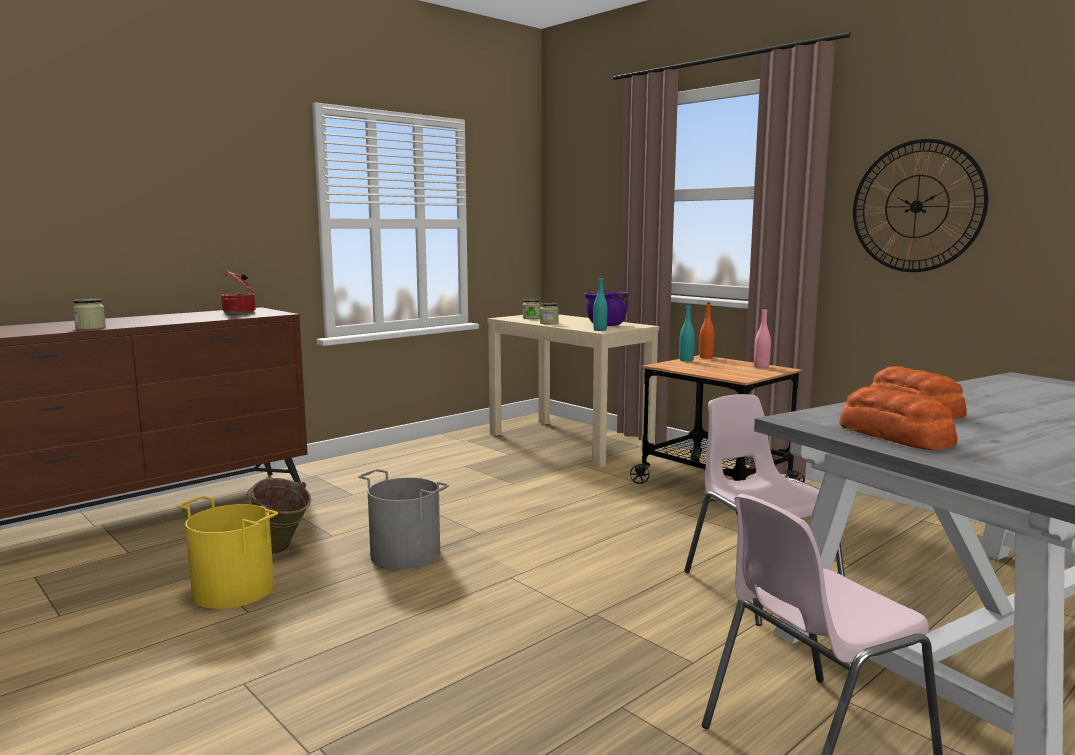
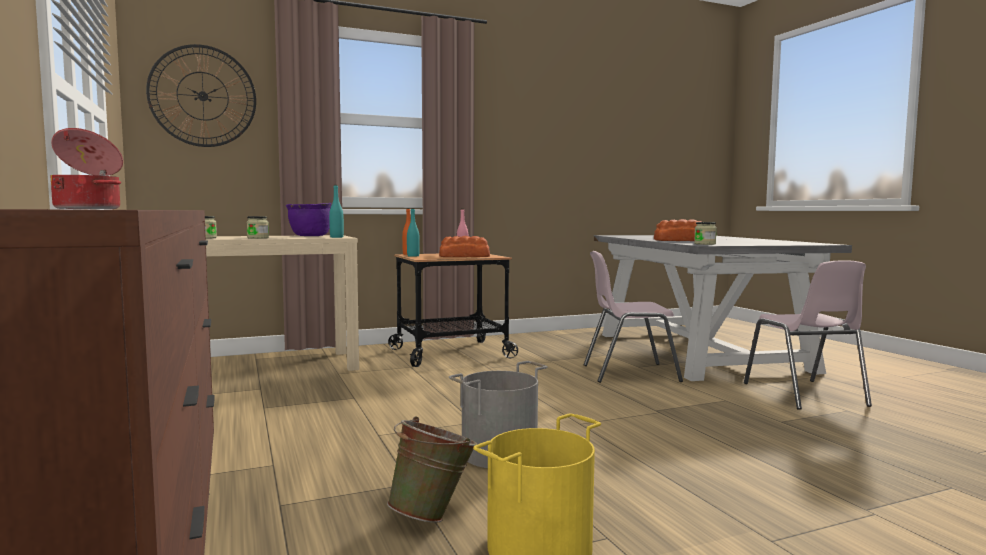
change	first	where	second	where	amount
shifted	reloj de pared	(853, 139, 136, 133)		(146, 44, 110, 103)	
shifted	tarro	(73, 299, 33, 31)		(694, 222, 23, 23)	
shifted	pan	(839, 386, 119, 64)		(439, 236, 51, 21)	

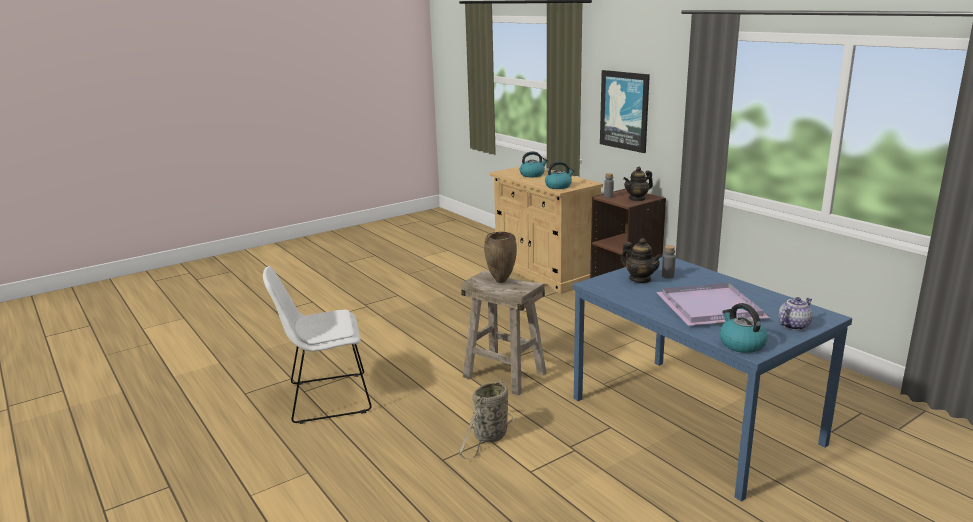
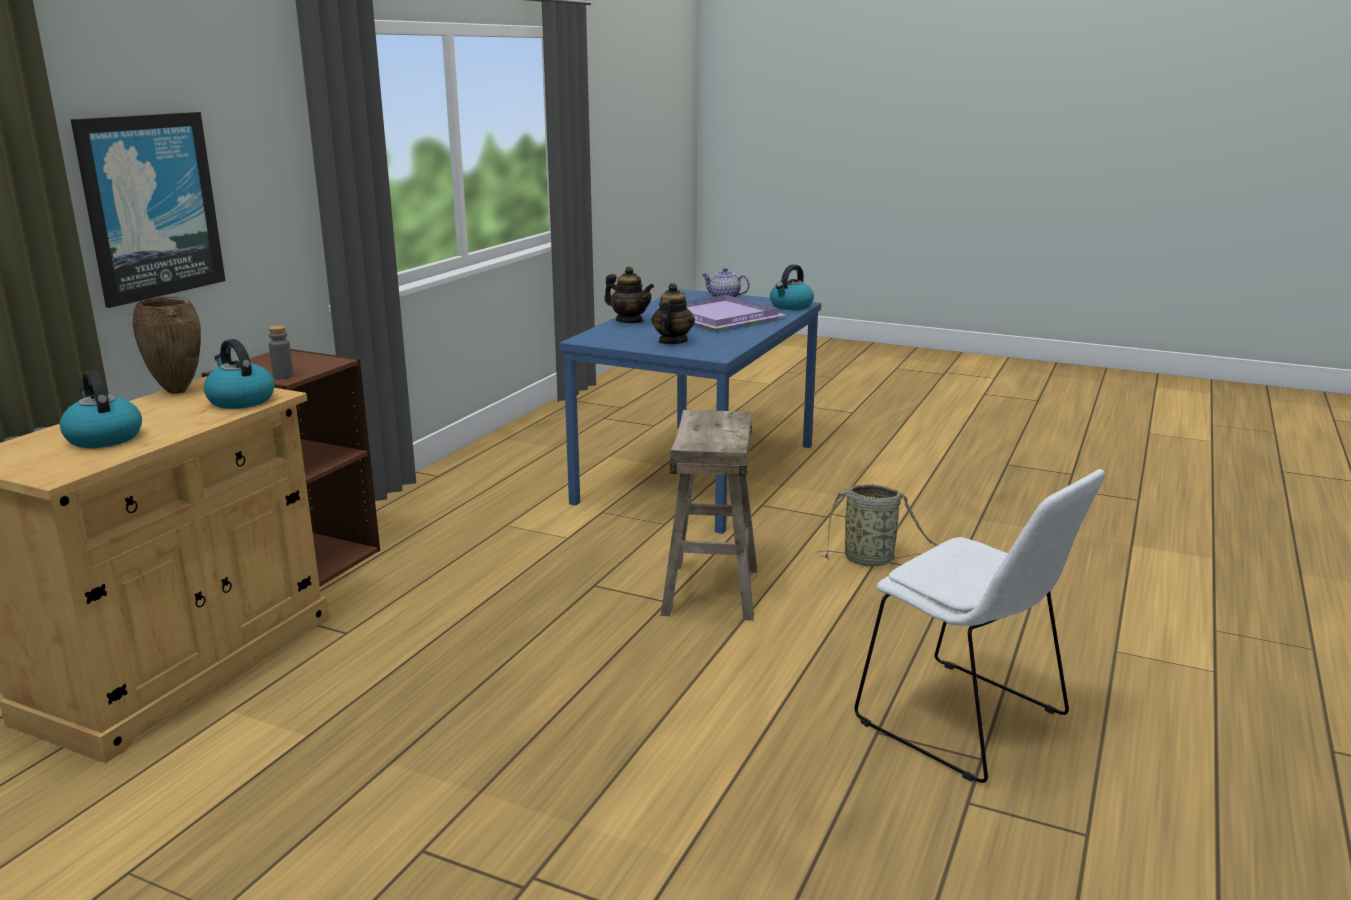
change	first	where	second	where	amount
shifted	tetera	(623, 167, 30, 34)		(604, 266, 50, 57)	
shifted	florero [marrón]	(484, 232, 33, 51)		(132, 297, 69, 97)	
gone	botella [gris]	(662, 245, 14, 34)			

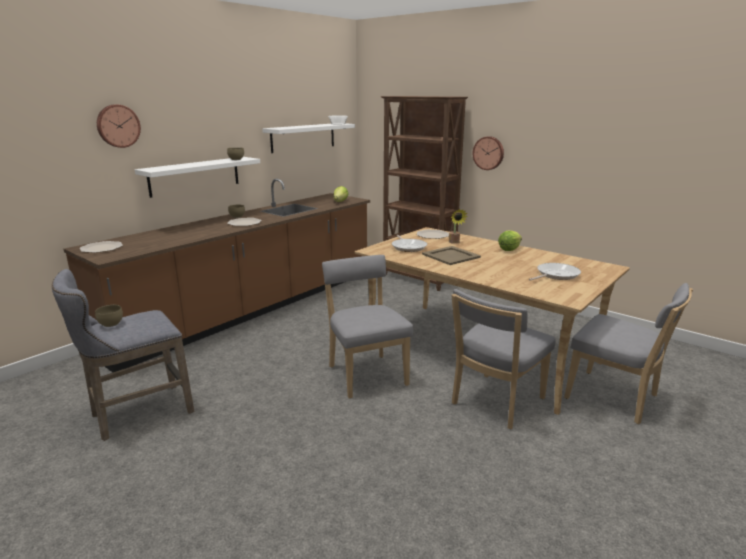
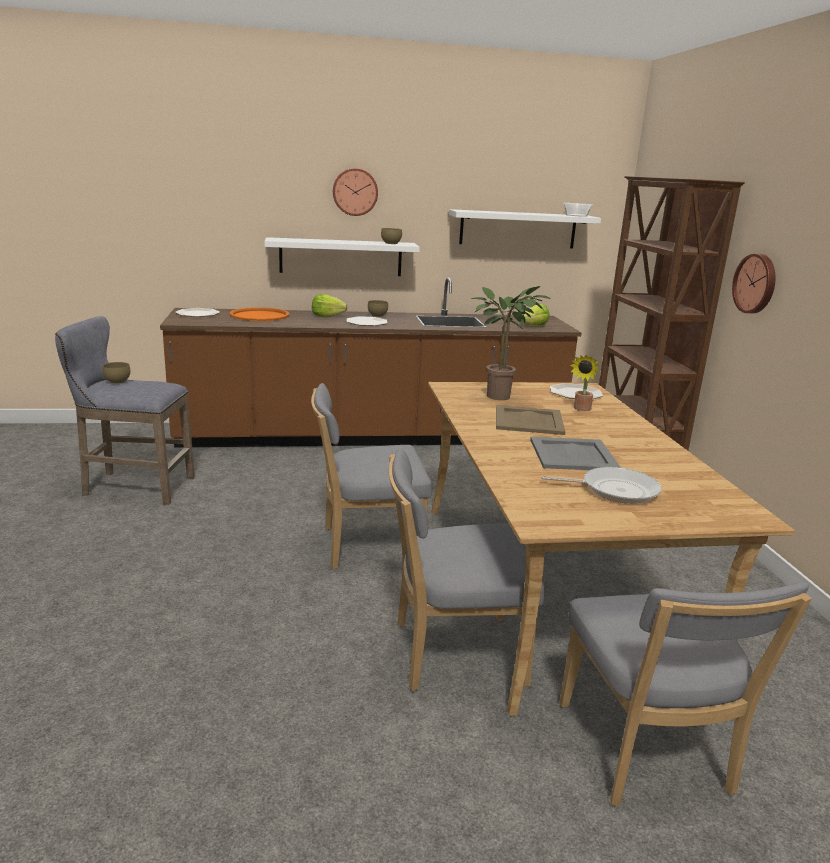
change	first	where	second	where	amount
shifted	reloj de pared	(97, 104, 44, 44)		(333, 168, 45, 48)	
shifted	lechuga	(498, 231, 24, 20)		(312, 294, 36, 23)	
swapped	sartén	(392, 235, 35, 17)	planta en maceta	(471, 286, 80, 114)	
rotated	silla [gris]	(322, 255, 91, 144)		(311, 383, 121, 186)	120 degrees counterclockwise
new			bandeja [naranja]	(230, 307, 59, 14)	
new			bandeja [gris]	(530, 437, 91, 33)	

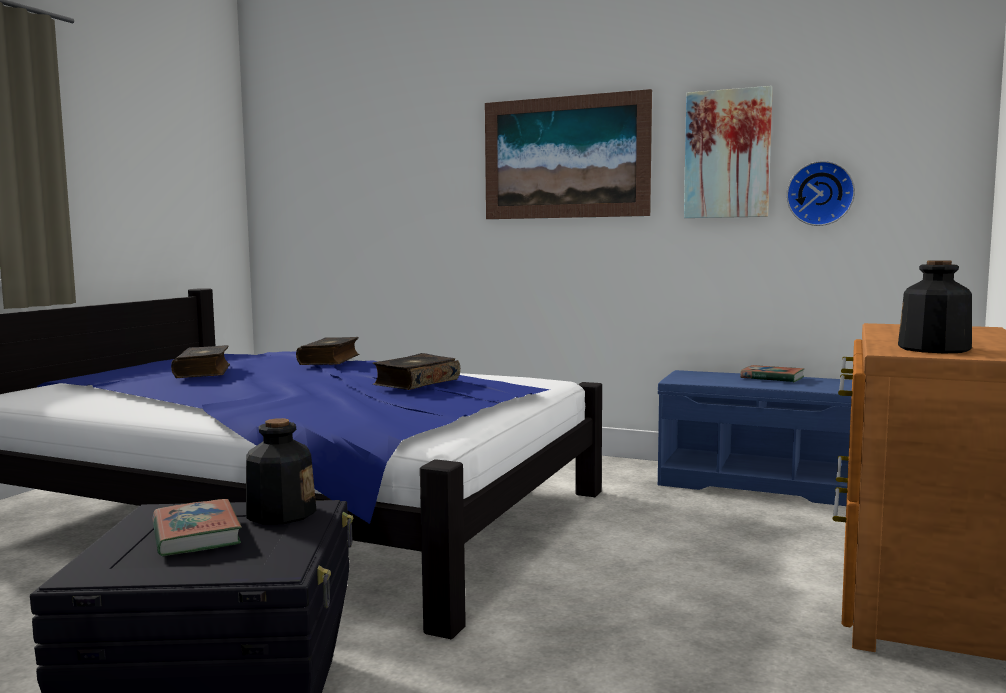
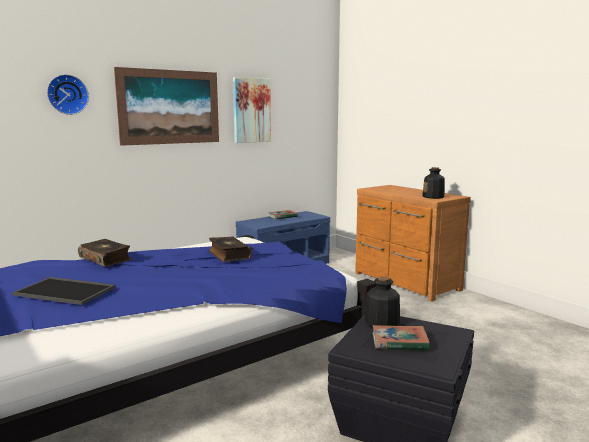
change	first	where	second	where	amount
shifted	reloj de pared	(786, 161, 69, 65)		(47, 74, 42, 41)	
swapped	libro	(171, 345, 59, 33)	bandeja	(12, 277, 104, 28)	

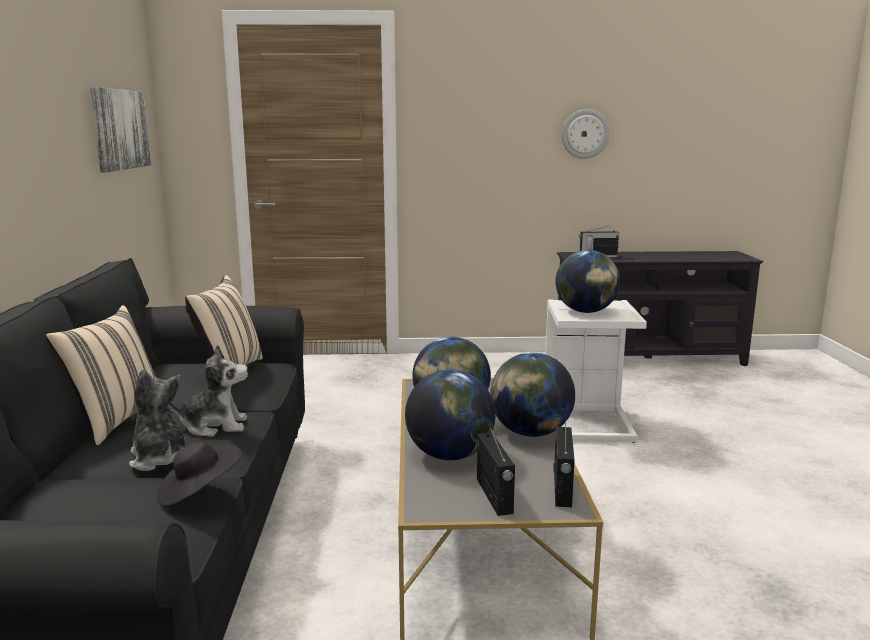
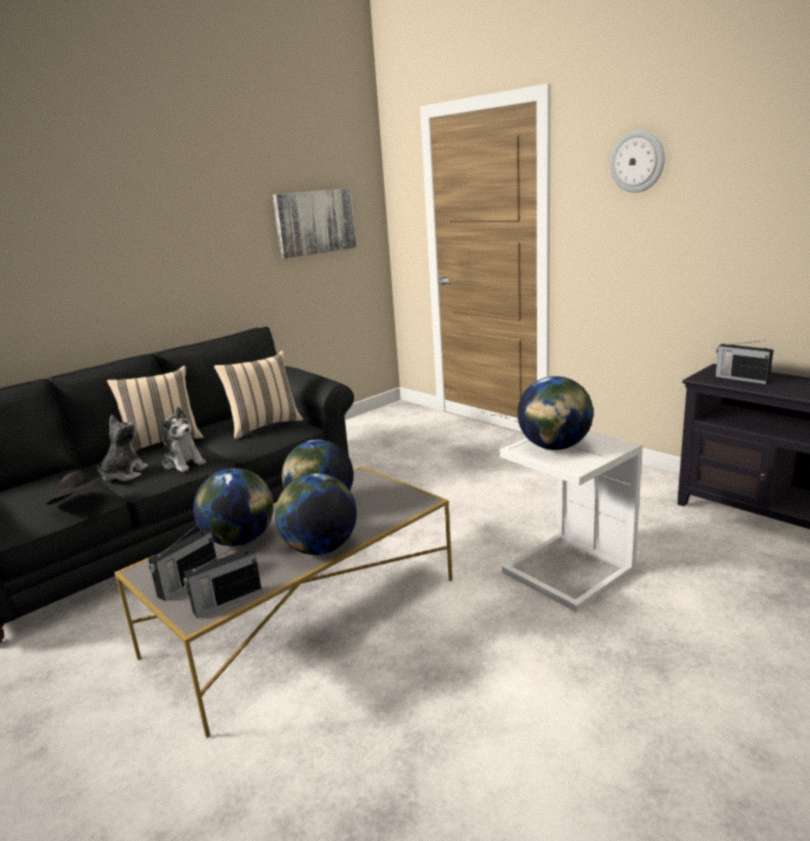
change	first	where	second	where	amount
shifted	reloj de pared	(562, 109, 48, 50)		(610, 130, 55, 63)	

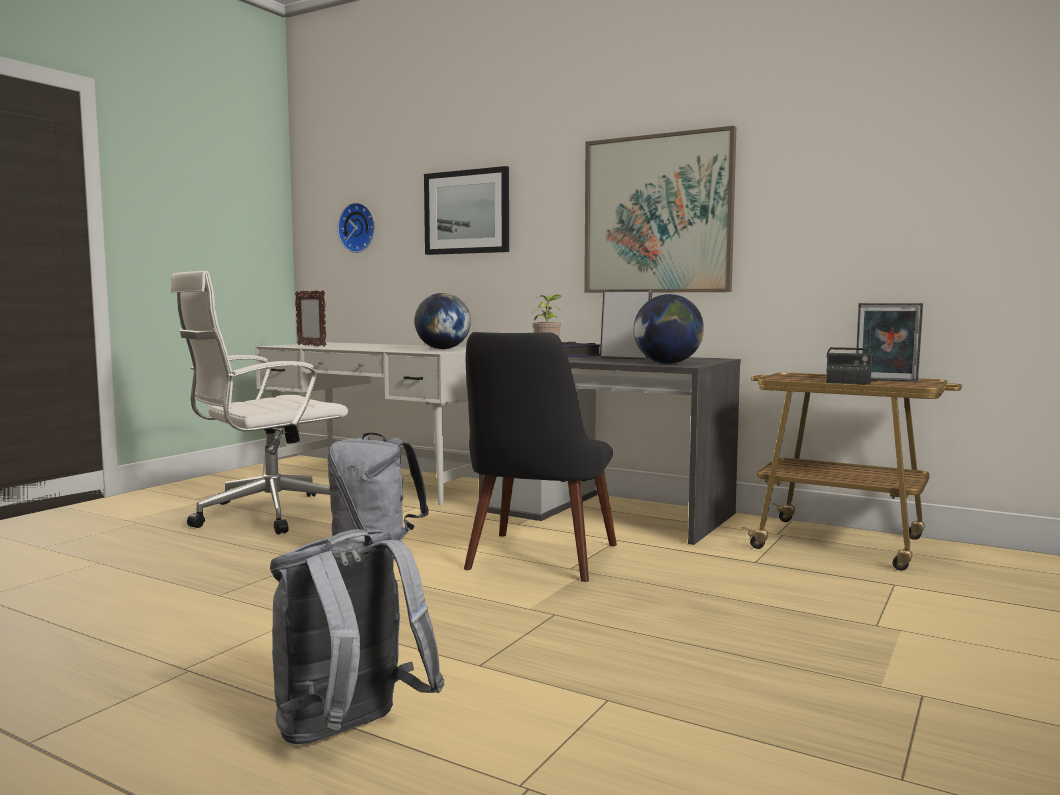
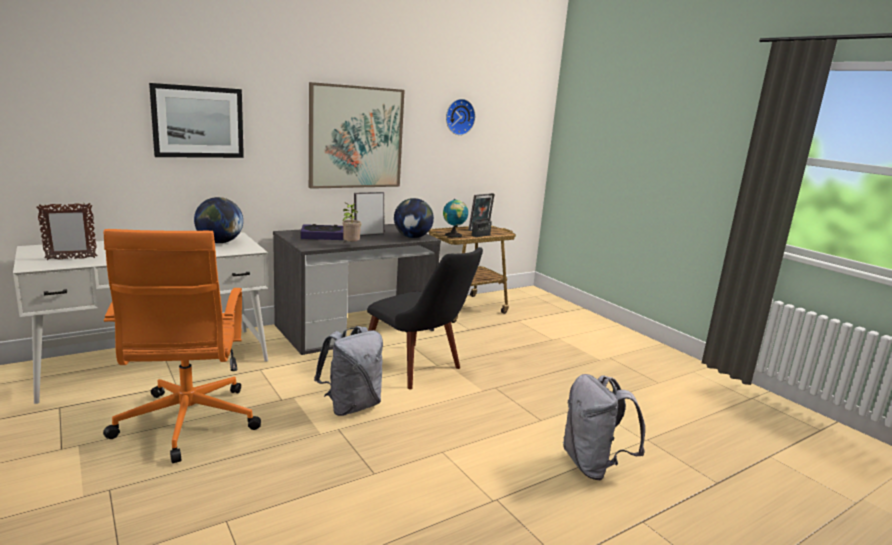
change	first	where	second	where	amount
shifted	reloj de pared	(338, 203, 37, 50)		(446, 99, 29, 36)	
repainted	silla de oficina [blanco]	(171, 271, 177, 263)	silla de oficina [naranja]	(103, 229, 158, 234)	
new			globo terráqueo	(443, 199, 25, 39)	

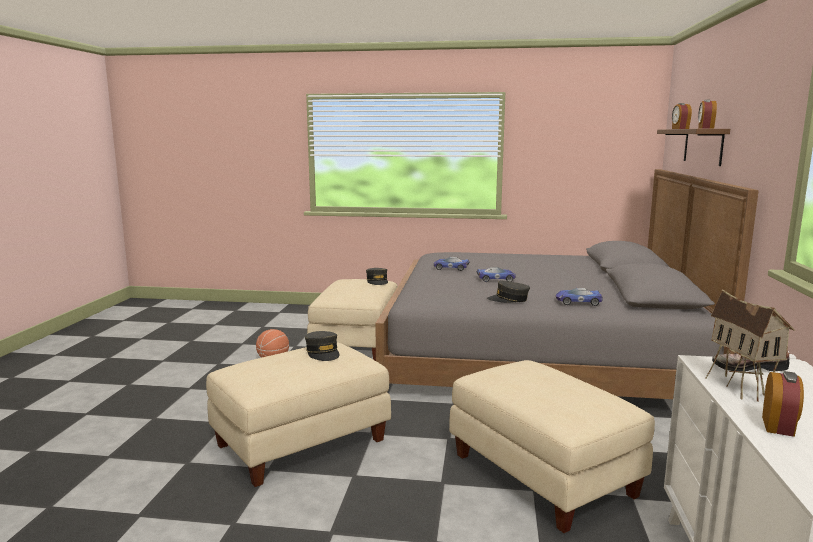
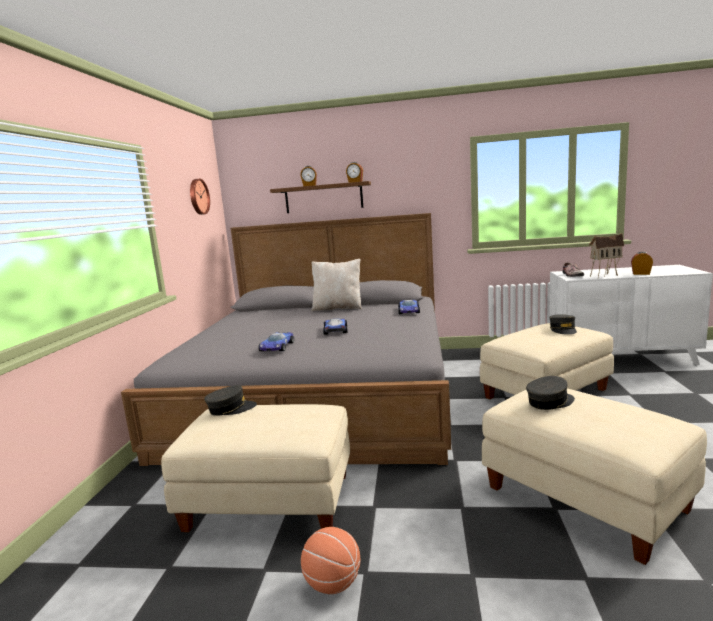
change	first	where	second	where	amount
shifted	gorra [gris]	(487, 281, 43, 22)		(549, 314, 28, 21)	
new			reloj de pared	(190, 179, 20, 36)	
new			cojín [beis]	(311, 259, 51, 52)	

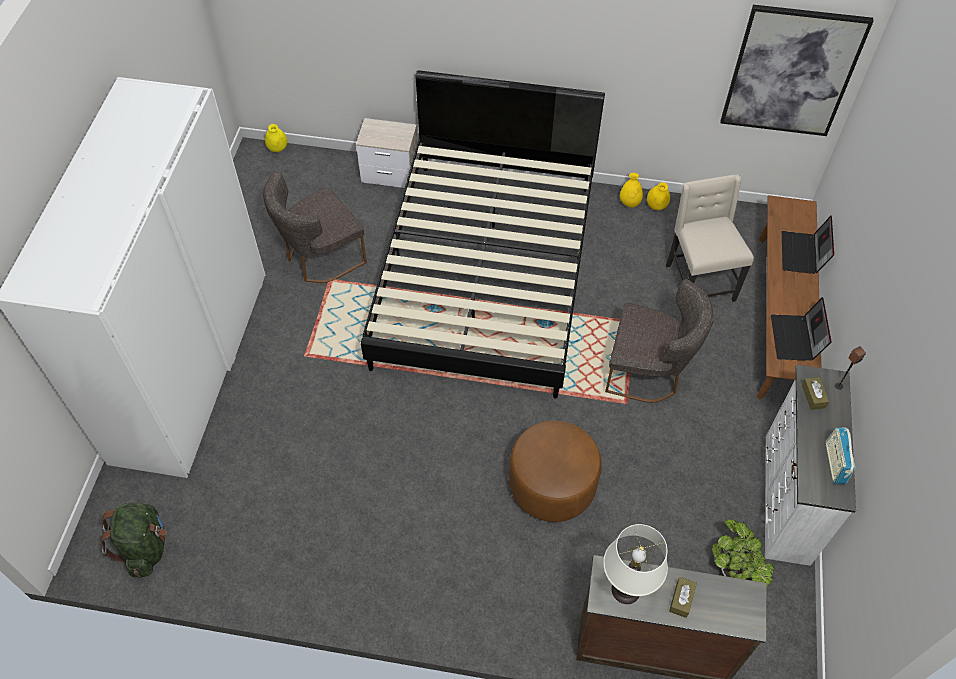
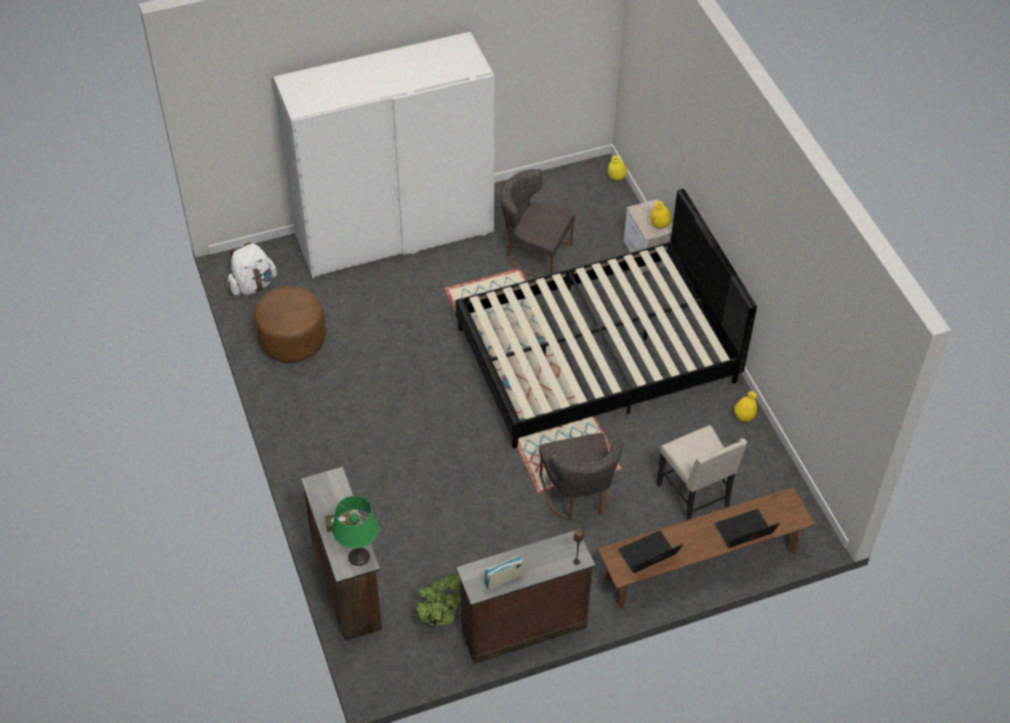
change	first	where	second	where	amount
gone	cuadro	(720, 5, 153, 131)			
rotated	silla [beis]	(666, 174, 88, 128)		(657, 425, 90, 96)	105 degrees clockwise
shifted	florero [amarillo]	(647, 182, 23, 28)		(650, 201, 22, 27)	
repainted	cómoda [blanco]	(765, 365, 91, 201)	cómoda [marrón]	(456, 530, 139, 134)	
gone	caja de pañuelos [marrón]	(802, 377, 27, 33)			
shifted	puf [marrón]	(509, 421, 93, 101)		(254, 286, 72, 76)	
repainted	mochila [verde]	(101, 503, 66, 75)	mochila [blanco]	(227, 242, 50, 54)	
gone	lámpara de mesa [blanco]	(603, 524, 65, 80)			
new			lámpara de mesa [verde]	(332, 496, 47, 70)	

